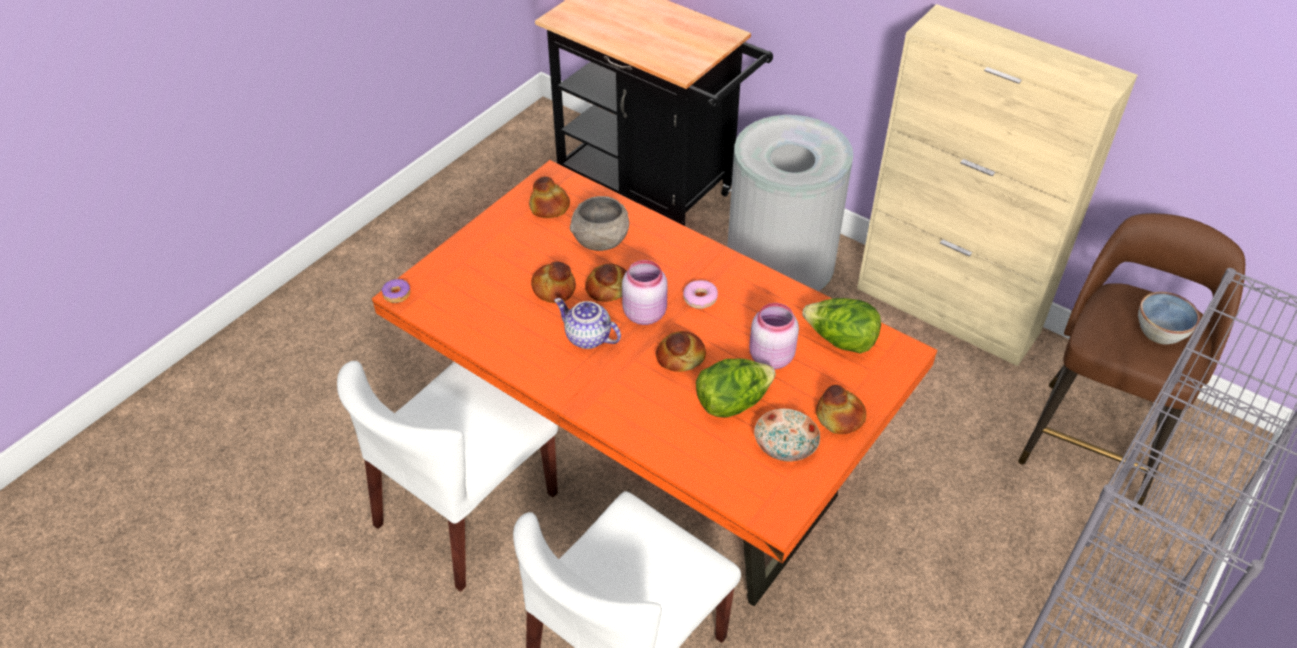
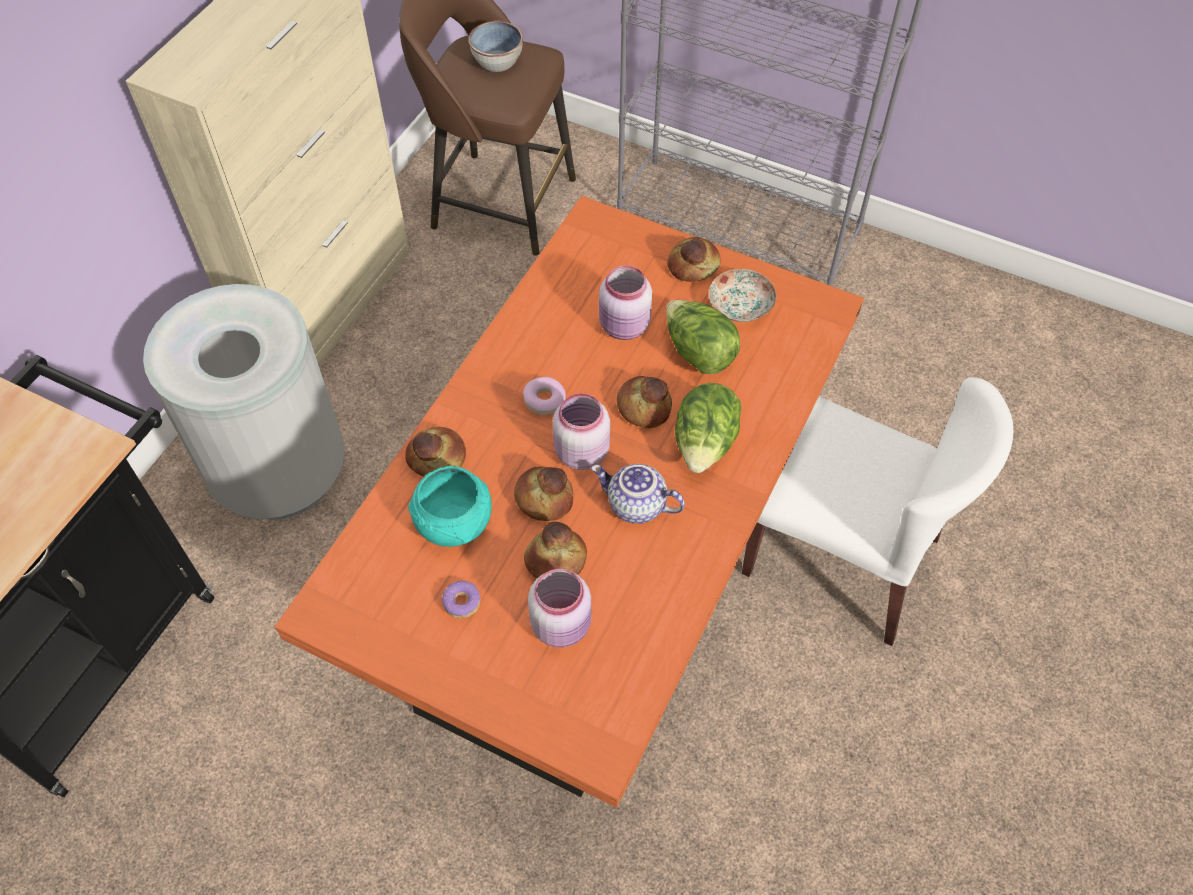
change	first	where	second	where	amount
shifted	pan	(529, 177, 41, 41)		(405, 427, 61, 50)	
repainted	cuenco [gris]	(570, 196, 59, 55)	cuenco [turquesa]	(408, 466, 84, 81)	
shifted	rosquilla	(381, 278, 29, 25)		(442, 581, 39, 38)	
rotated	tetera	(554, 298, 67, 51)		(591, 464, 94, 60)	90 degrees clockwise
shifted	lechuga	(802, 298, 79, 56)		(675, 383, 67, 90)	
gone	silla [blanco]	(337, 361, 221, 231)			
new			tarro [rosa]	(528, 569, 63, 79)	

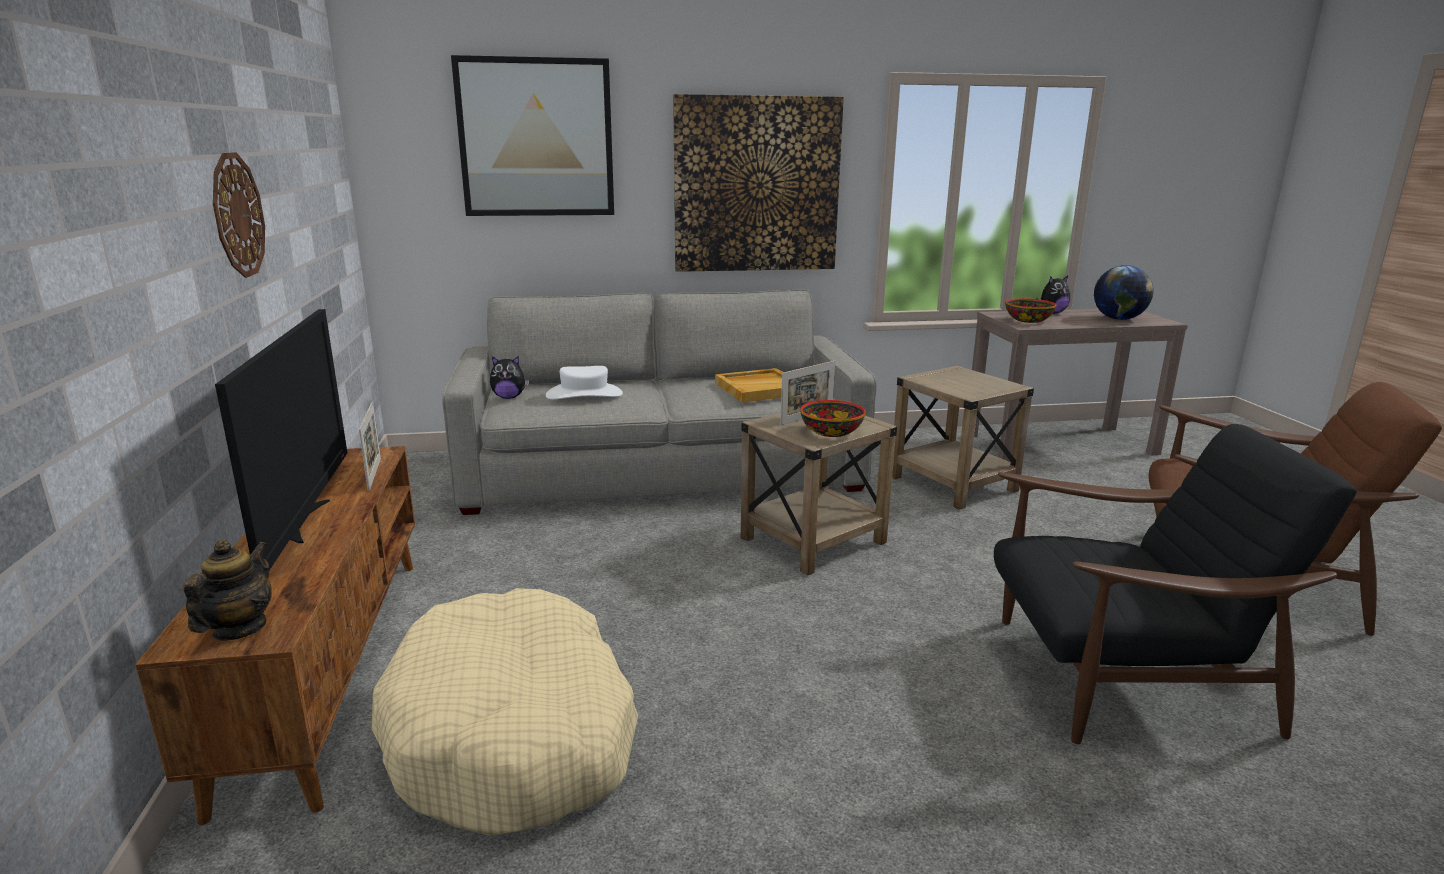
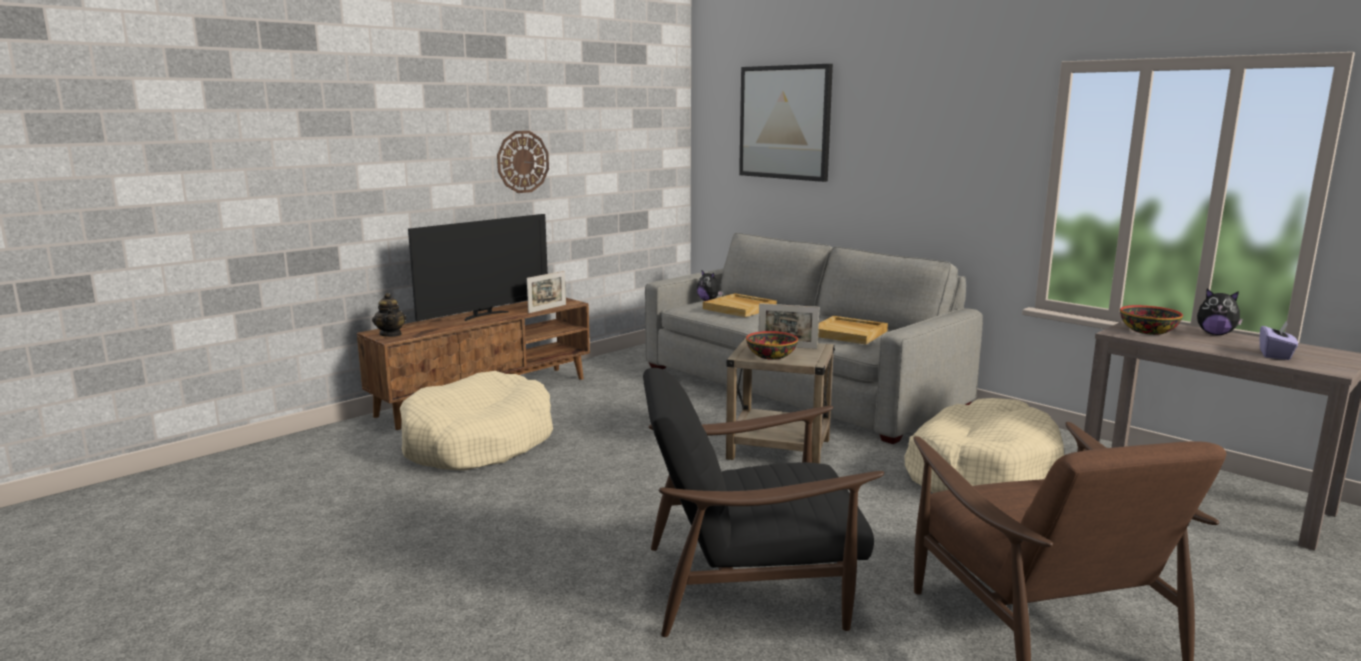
change	first	where	second	where	amount
gone	cuadro	(673, 94, 171, 178)			
swapped	globo terráqueo	(1094, 265, 60, 55)	caja de pañuelos [morado]	(1260, 322, 38, 38)	
swapped	sombrero [blanco]	(546, 366, 77, 33)	bandeja [beis]	(703, 293, 74, 24)	
swapped	mesa auxiliar [beis]	(892, 366, 142, 144)	cama para perro [beis]	(904, 398, 160, 95)	
rotated	sillón [negro]	(994, 424, 363, 320)		(643, 368, 241, 269)	120 degrees clockwise
rotated	tetera	(184, 540, 88, 101)		(372, 293, 34, 44)	90 degrees clockwise

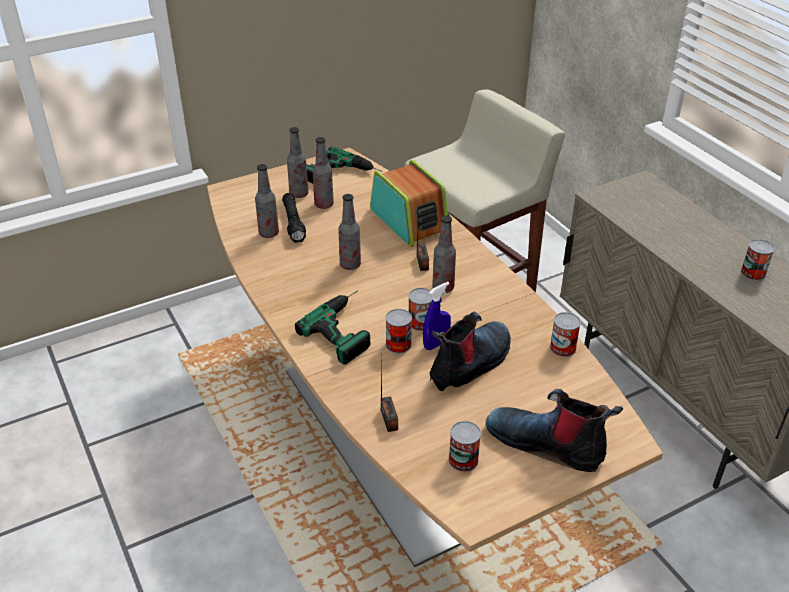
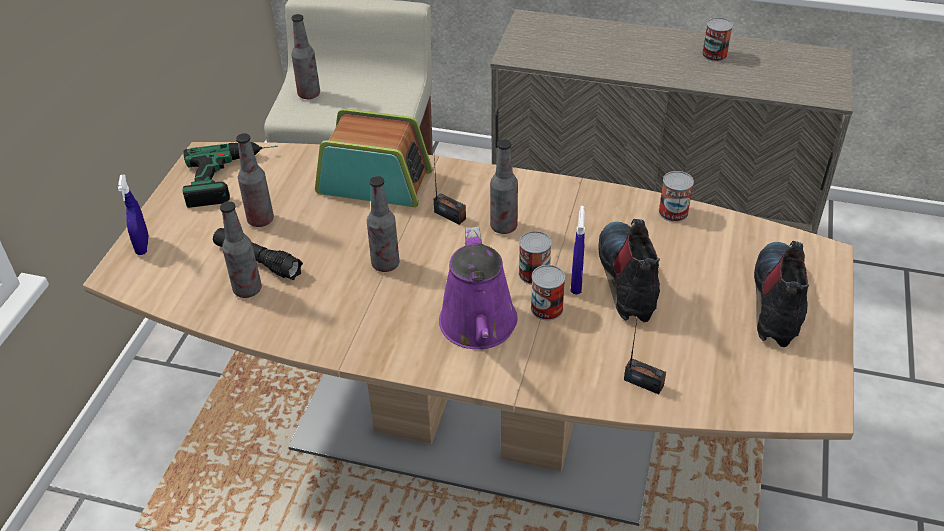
change	first	where	second	where	amount
shifted	botella	(287, 127, 21, 71)		(291, 14, 29, 85)	
swapped	taladro	(295, 290, 75, 75)	regadera [morado]	(439, 227, 79, 122)	
rotated	bota	(485, 389, 138, 83)		(754, 241, 55, 106)	120 degrees clockwise
gone	lata	(449, 421, 32, 51)			
new			pulverizador [azul]	(118, 174, 31, 81)	

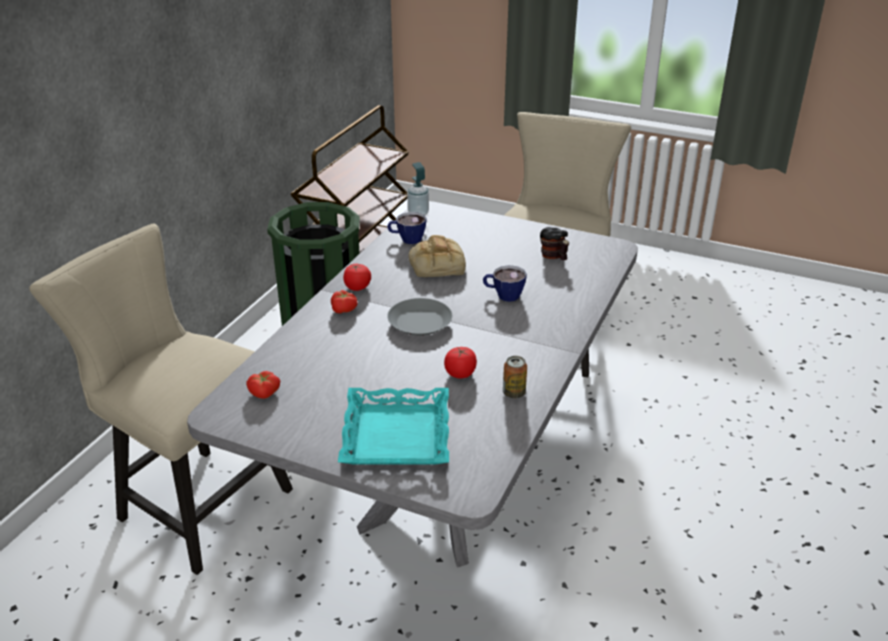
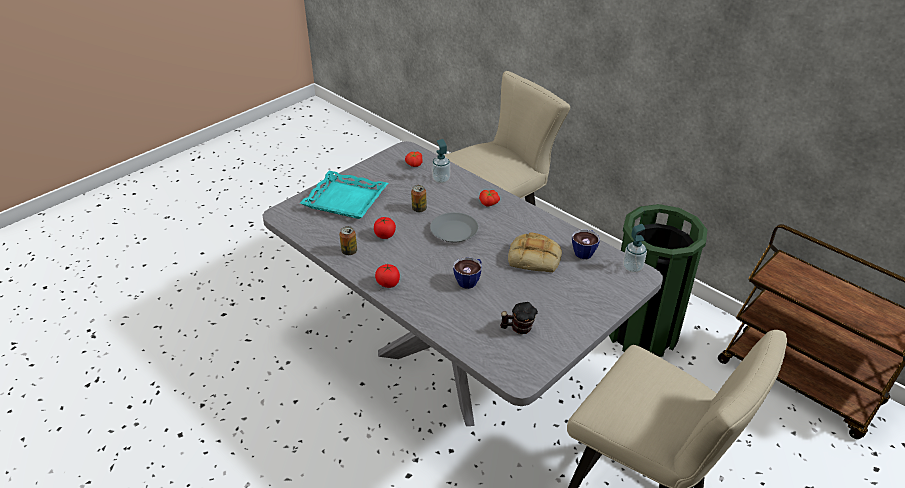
change	first	where	second	where	amount
shifted	tomate	(343, 264, 28, 27)		(375, 264, 25, 24)	
new			dispensador de jabón	(432, 139, 18, 44)	
new			lata	(411, 185, 16, 27)	

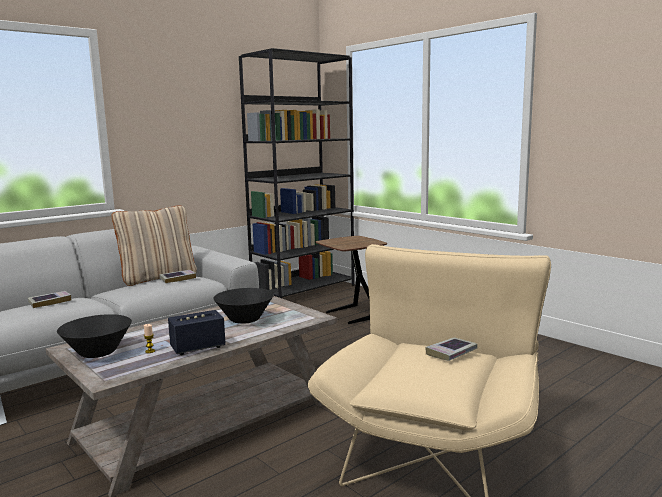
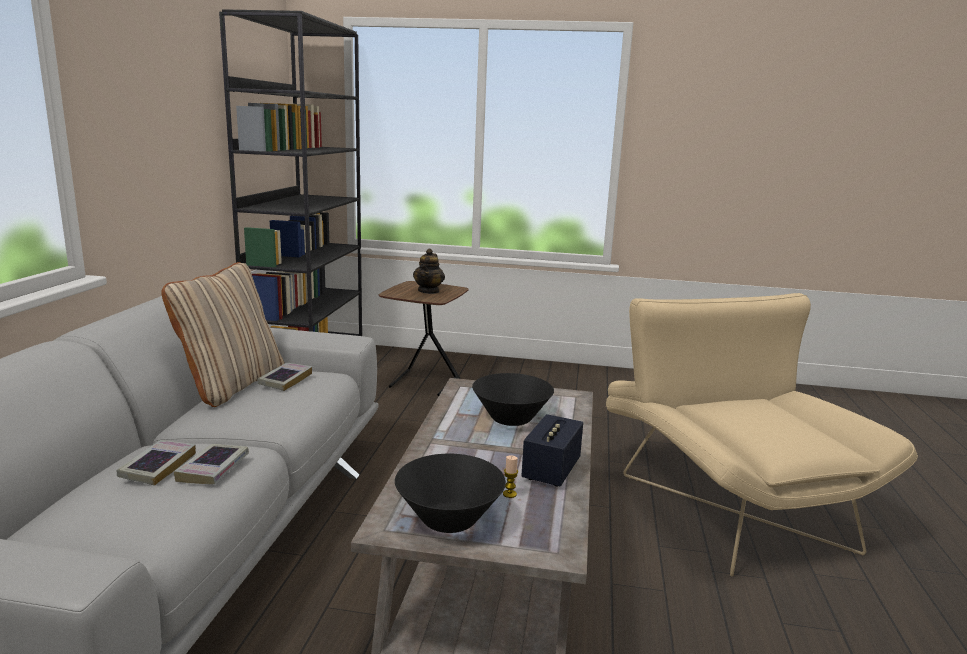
change	first	where	second	where	amount
shifted	libro	(425, 337, 53, 24)		(174, 444, 75, 40)	
new			tetera	(413, 248, 32, 46)	

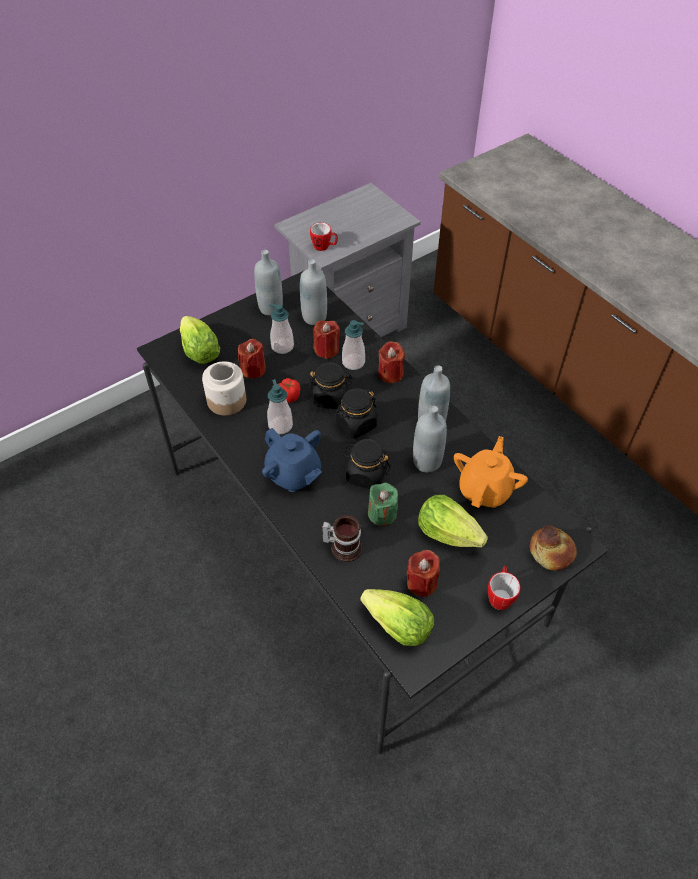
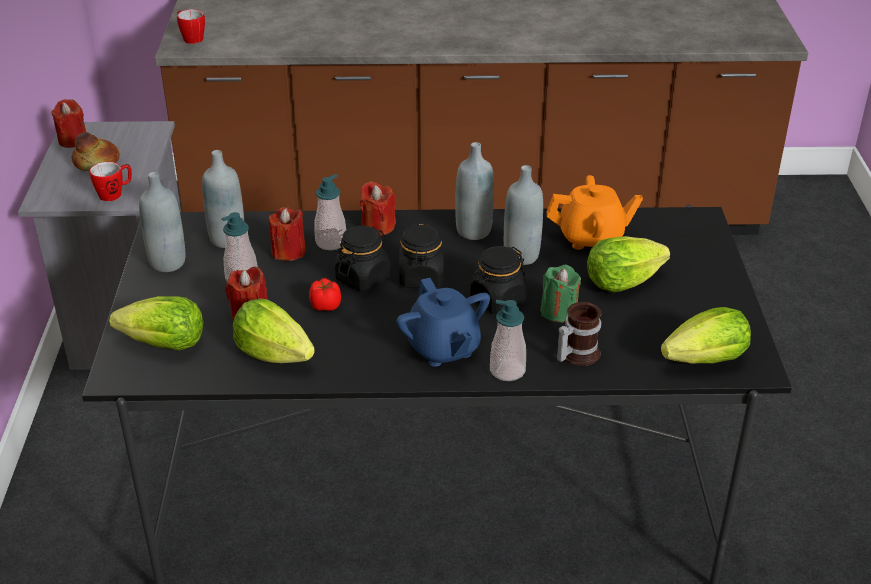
change	first	where	second	where	amount
swapped	tarro	(202, 361, 44, 55)	lechuga	(233, 298, 82, 65)	
shifted	dispensador de jabón	(267, 379, 26, 55)		(490, 300, 36, 81)	
rotated	tetera [azul]	(262, 428, 60, 64)		(396, 278, 94, 89)	75 degrees clockwise
rotated	tetera [naranja]	(454, 436, 74, 72)		(547, 175, 96, 75)	120 degrees clockwise
shifted	pan	(530, 525, 47, 46)		(72, 132, 48, 39)	
shifted	vela [rojo]	(407, 550, 33, 47)		(51, 99, 35, 49)	
shifted	taza grande	(488, 565, 33, 45)		(177, 9, 28, 35)	

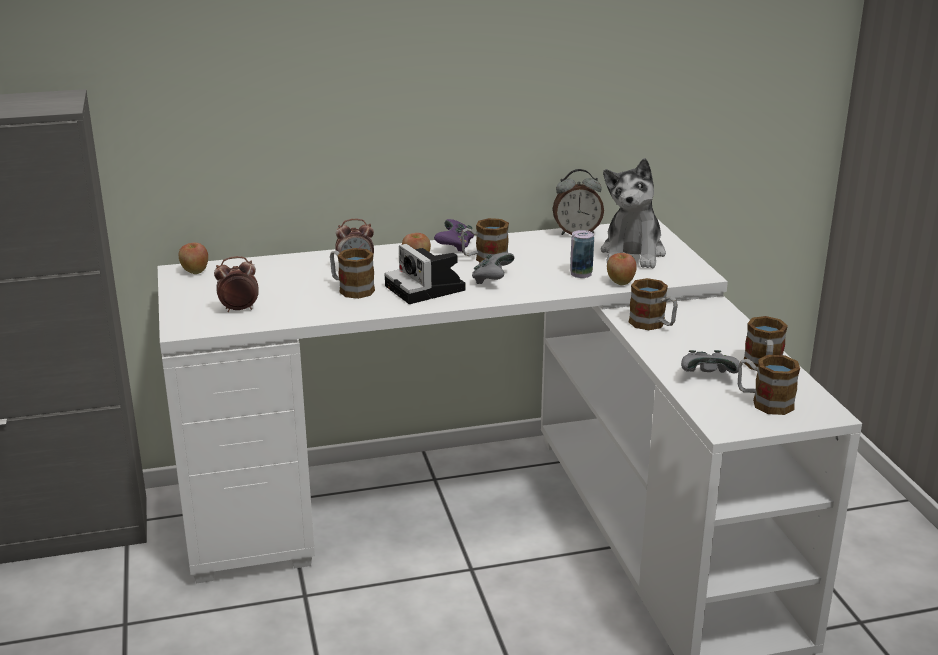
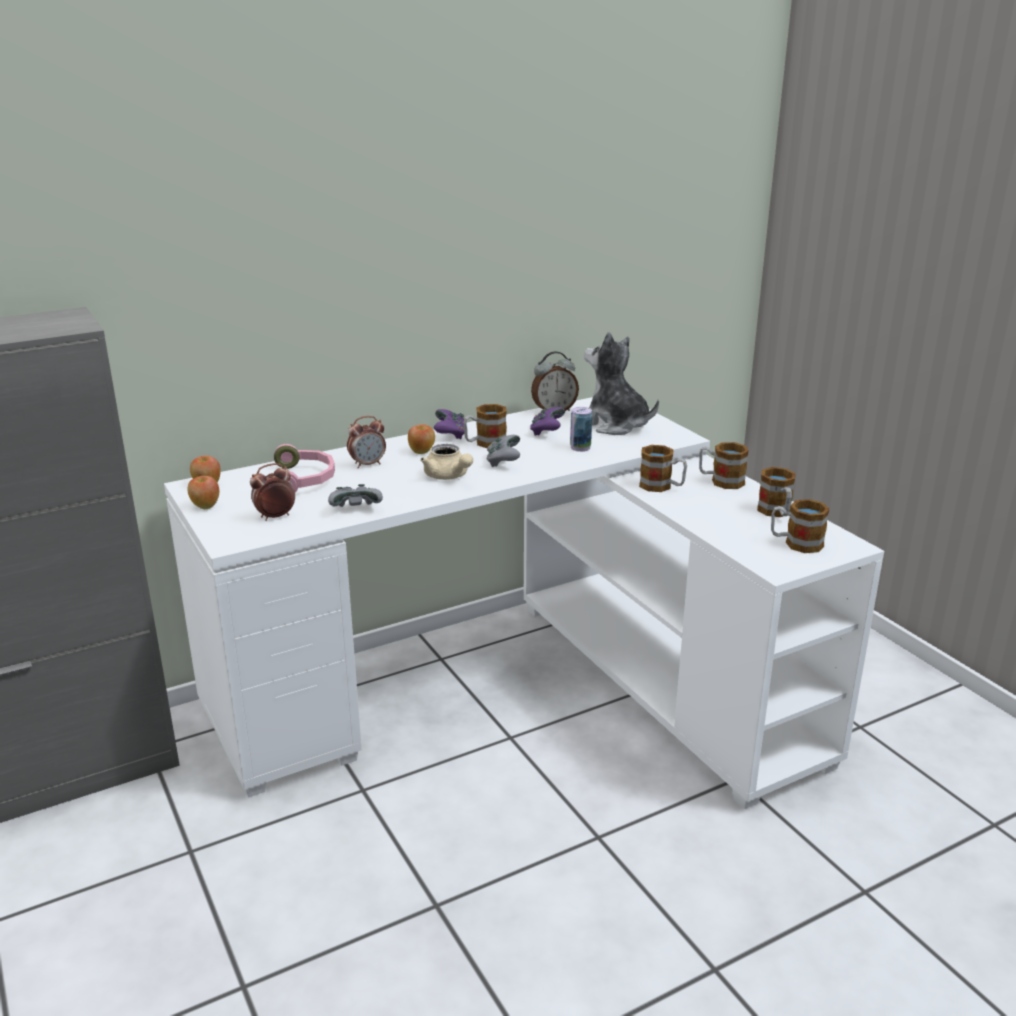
change	first	where	second	where	amount
rotated	peluche	(601, 158, 65, 111)		(584, 332, 75, 103)	135 degrees clockwise
swapped	cámara	(384, 244, 82, 60)	tetera [beis]	(420, 444, 53, 36)	
shifted	taza grande	(330, 248, 45, 51)		(699, 442, 50, 47)	
shifted	manzana	(607, 253, 30, 32)		(187, 476, 32, 33)	
shifted	mando de consola [gris]	(681, 350, 59, 23)		(328, 484, 55, 23)	
new			mando de consola [morado]	(530, 407, 35, 29)	
new			auriculares [rosa]	(274, 444, 61, 49)	

